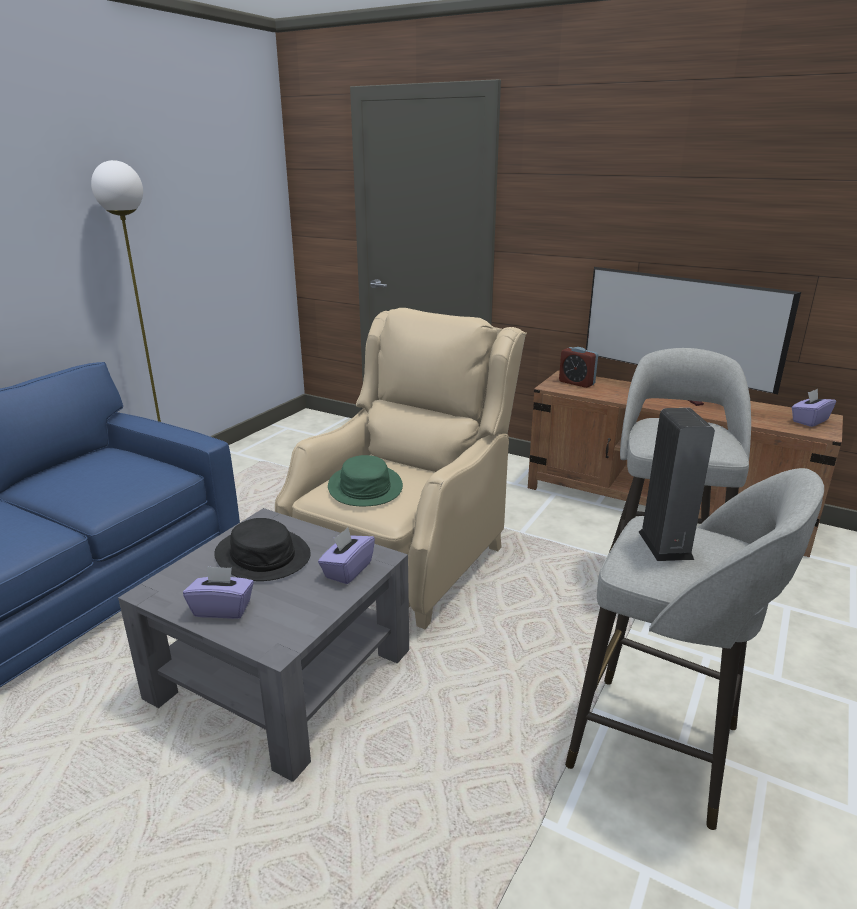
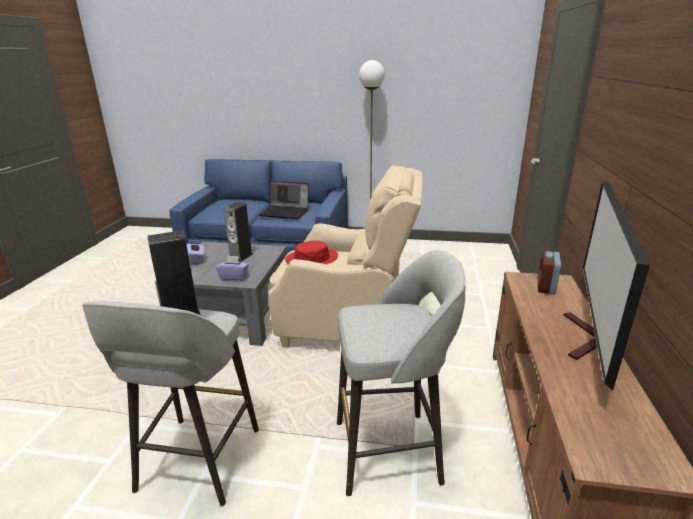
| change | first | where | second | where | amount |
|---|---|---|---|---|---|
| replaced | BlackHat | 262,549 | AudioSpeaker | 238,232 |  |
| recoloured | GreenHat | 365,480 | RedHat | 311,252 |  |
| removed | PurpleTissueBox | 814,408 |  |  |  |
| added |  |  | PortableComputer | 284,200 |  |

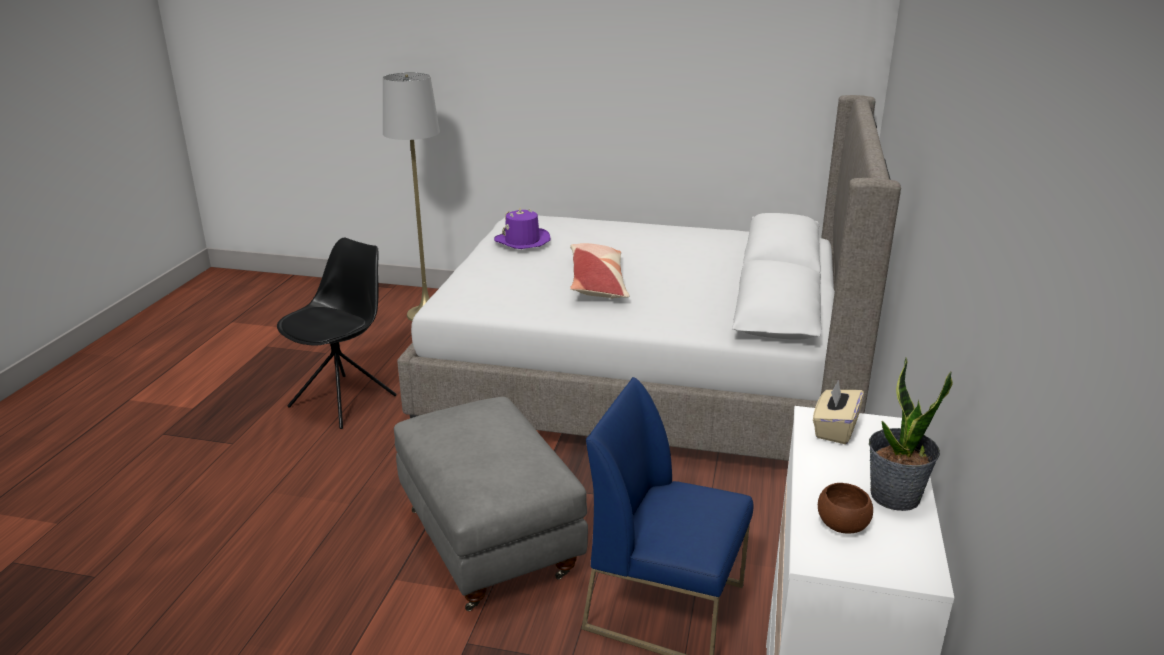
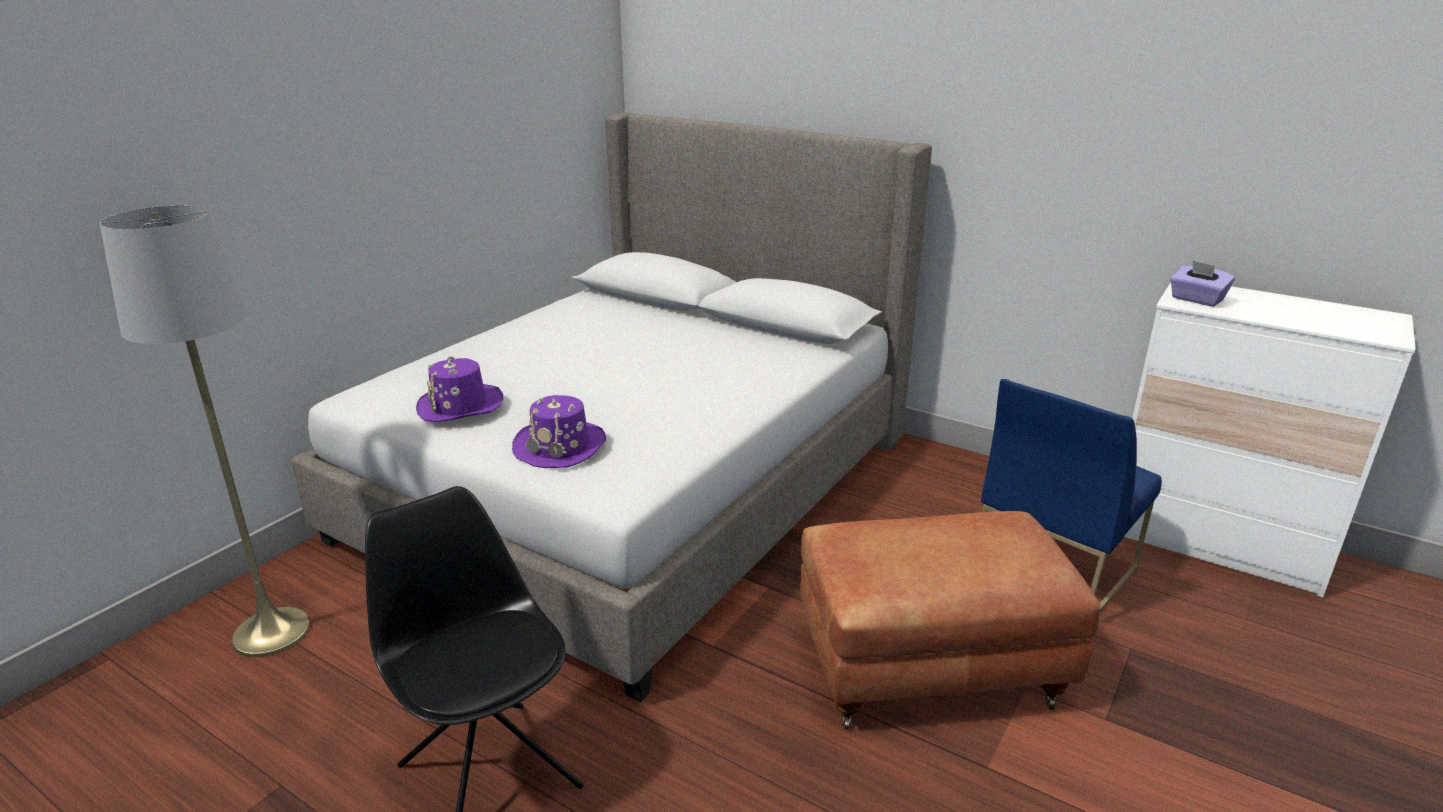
| change | first | where | second | where | amount |
|---|---|---|---|---|---|
| recoloured | GrayFootrest | 491,503 | BrownishFootrest | 950,620 |  |
| removed | ThrowPillow | 599,271 |  |  |  |
| recoloured | BeigeTissueBox | 838,412 | PurpleTissueBox | 1202,284 |  |
| removed | BrownishServingBowl | 845,508 |  |  |  |
| removed | PottedPlant | 911,434 |  |  |  |
| added |  |  | PurpleHat | 559,431 |  |

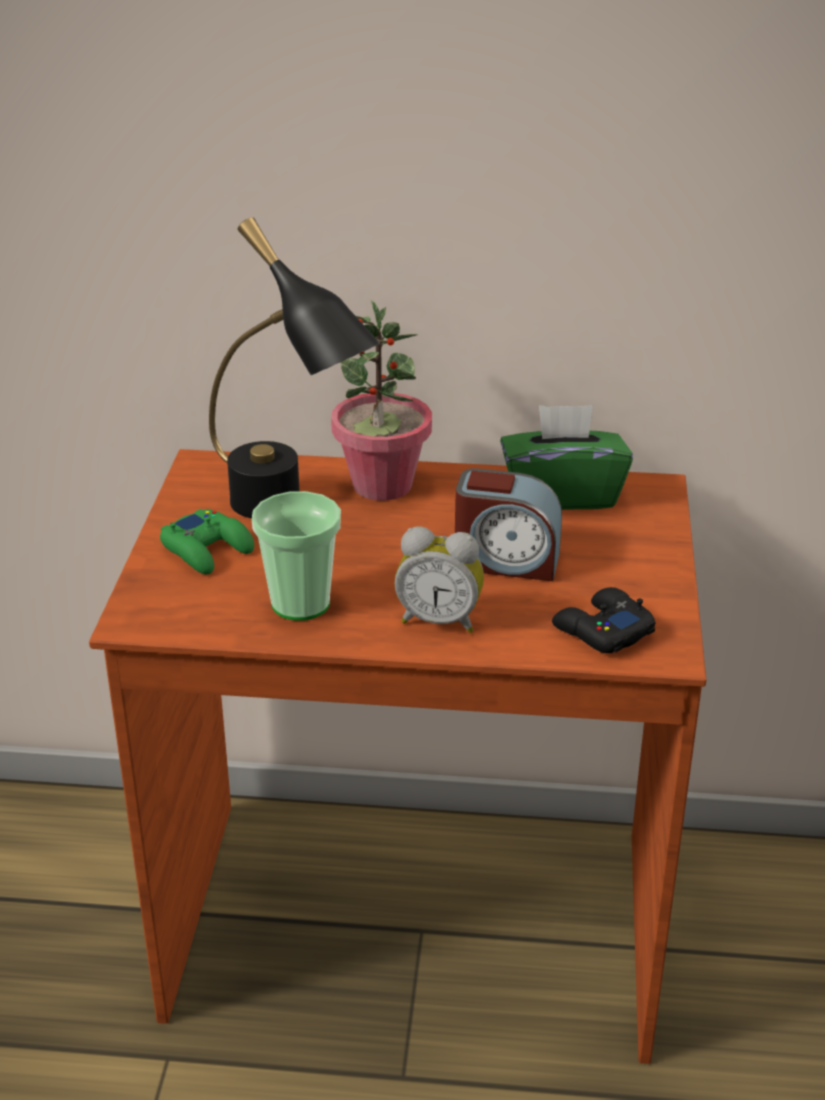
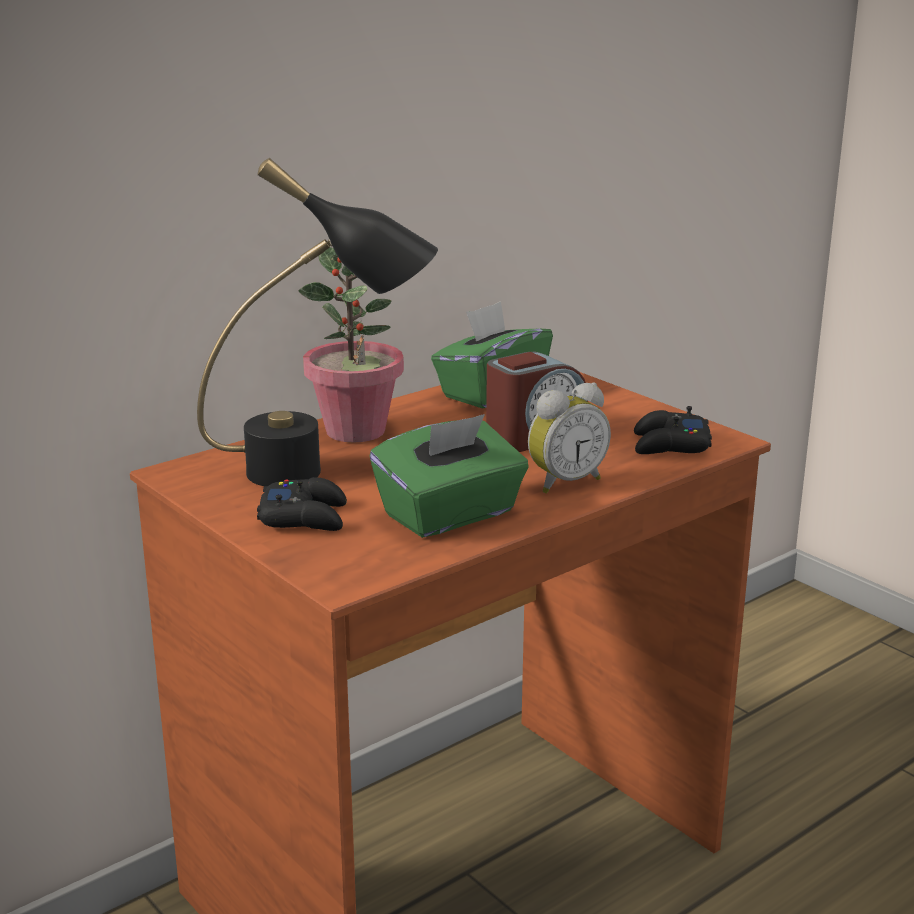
| change | first | where | second | where | amount |
|---|---|---|---|---|---|
| recoloured | GreenJoypad | 207,541 | BlackJoypad | 302,504 |  |
| replaced | Cup | 296,556 | GreenTissueBox | 449,476 |  |

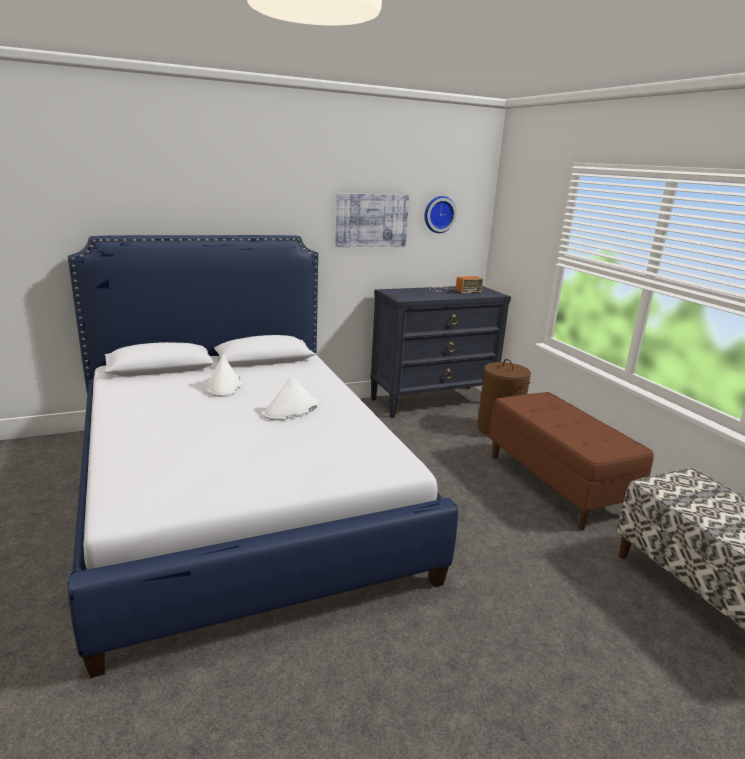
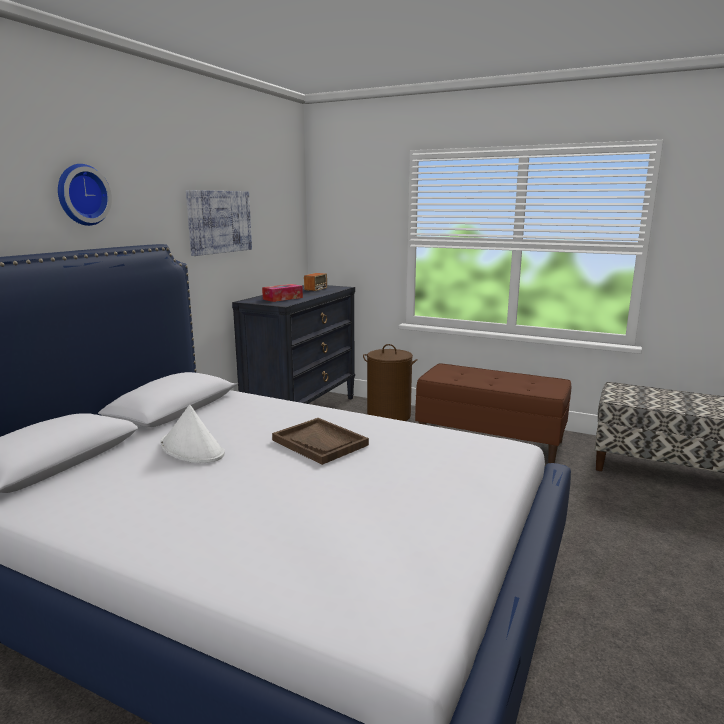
| change | first | where | second | where | amount |
|---|---|---|---|---|---|
| replaced | WhitishHat | 291,398 | BrownishServingTray | 320,441 |  |
| moved | WallClock | 440,214 |  | 85,195 |  |
| added |  |  | TissueBox | 282,293 |  |

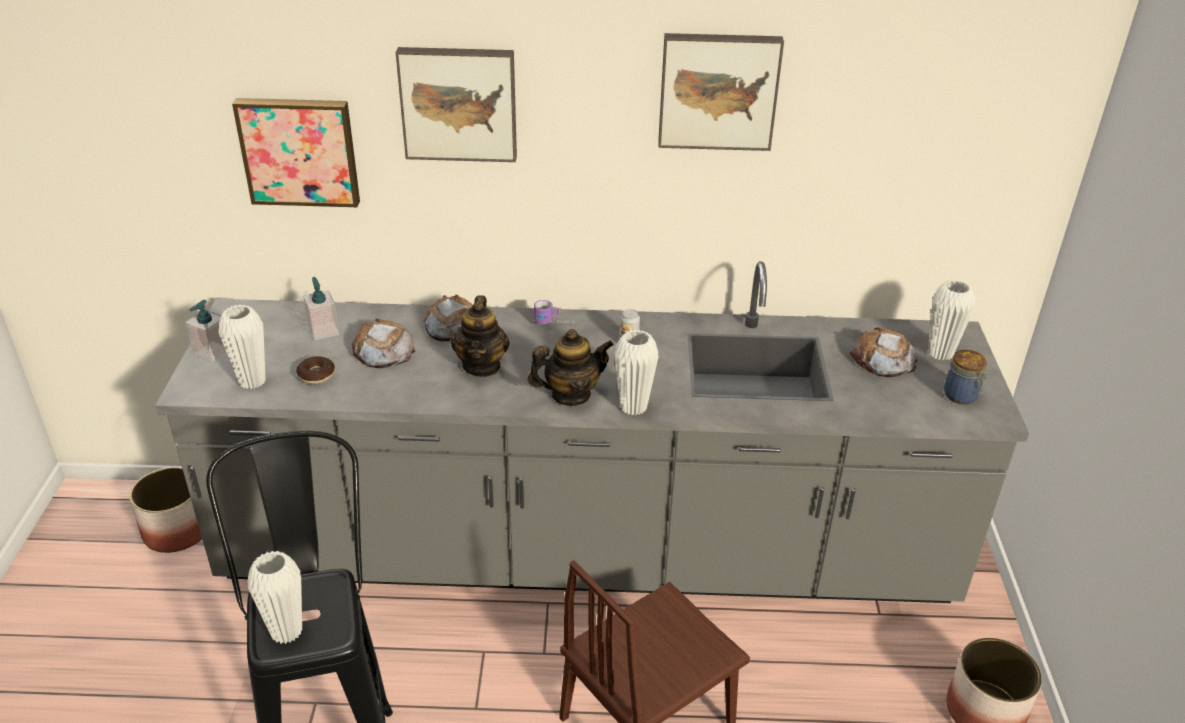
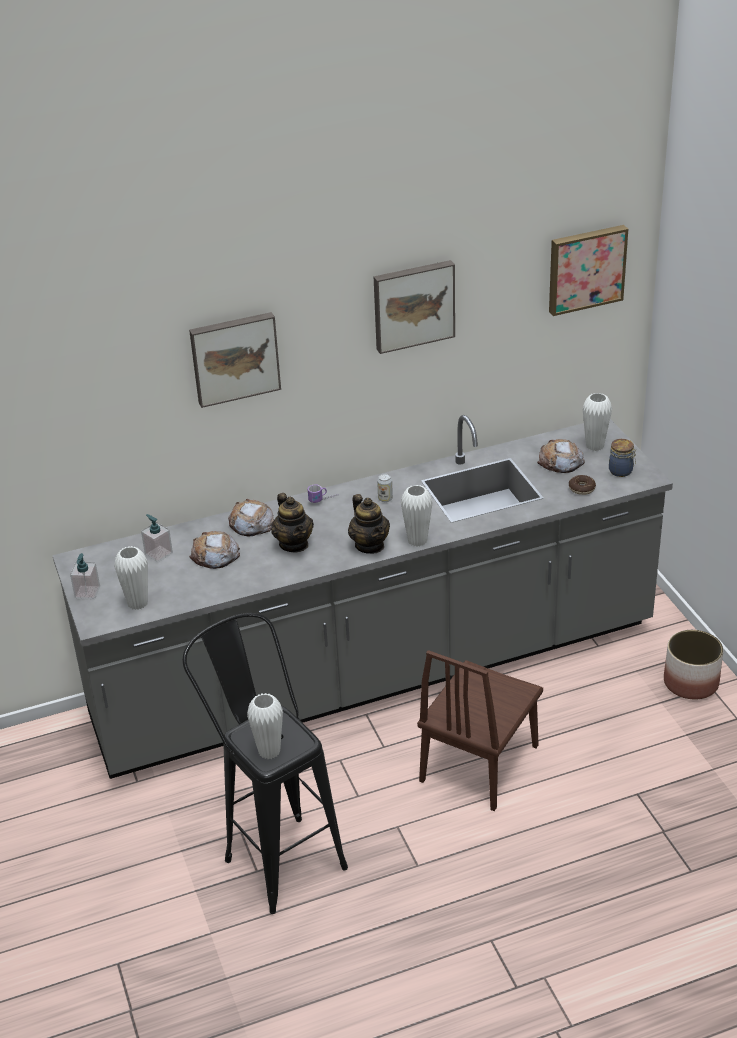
| change | first | where | second | where | amount |
|---|---|---|---|---|---|
| removed | FlowerPot | 165,510 |  |  |  |
| moved | WallPicture | 296,152 |  | 588,270 |  |
| moved | Doughnut | 315,370 |  | 582,485 |  |
| turned | Teapot | 571,367 |  | 369,524 | 105 degrees clockwise |

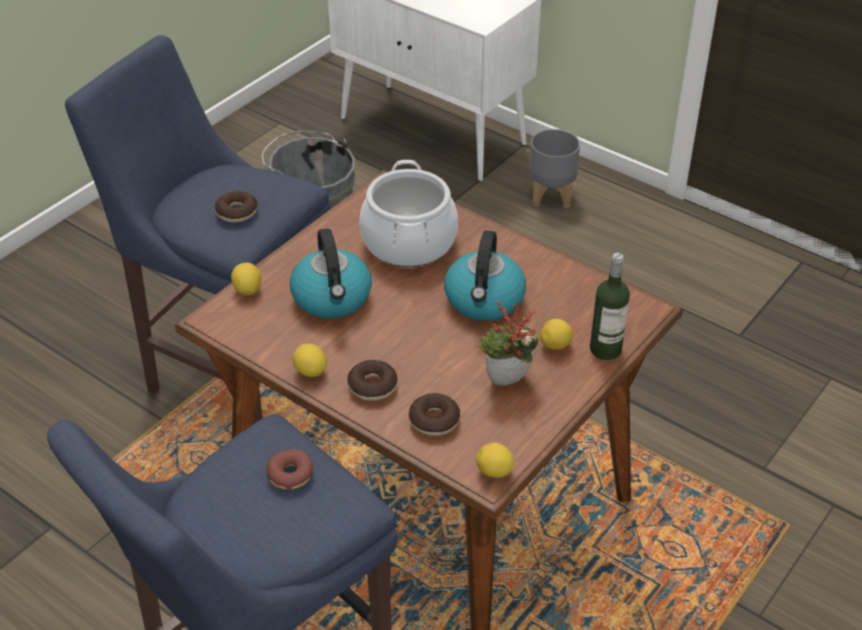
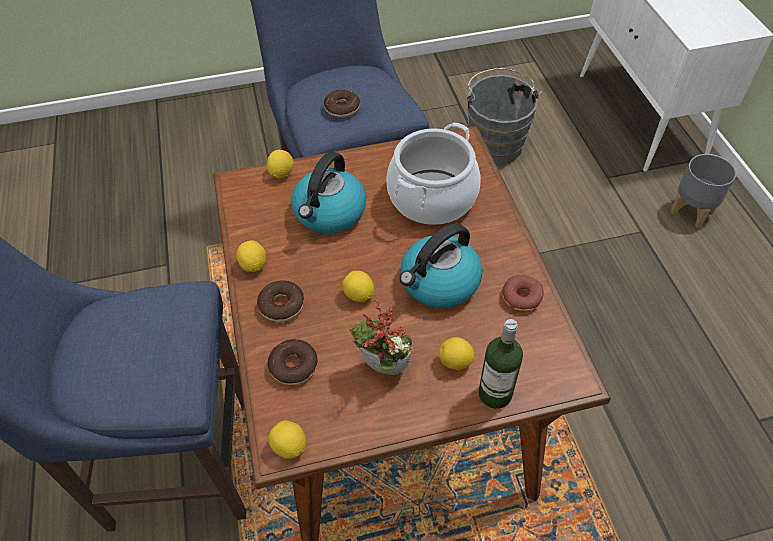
| change | first | where | second | where | amount |
|---|---|---|---|---|---|
| moved | Doughnut | 290,469 |  | 523,293 |  |
| added |  |  | WholeLemon | 358,286 |  |

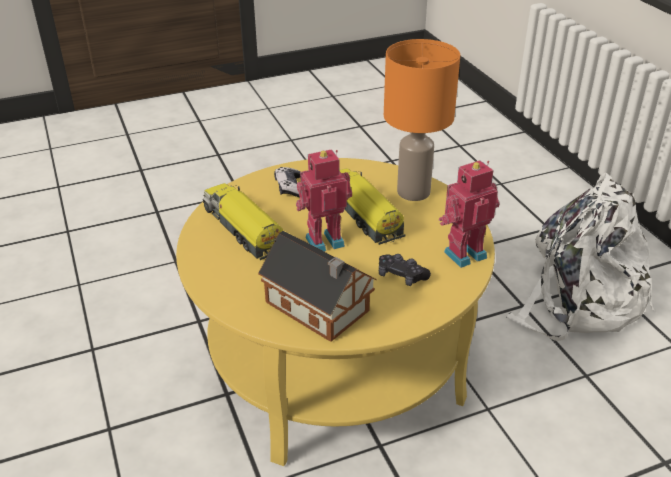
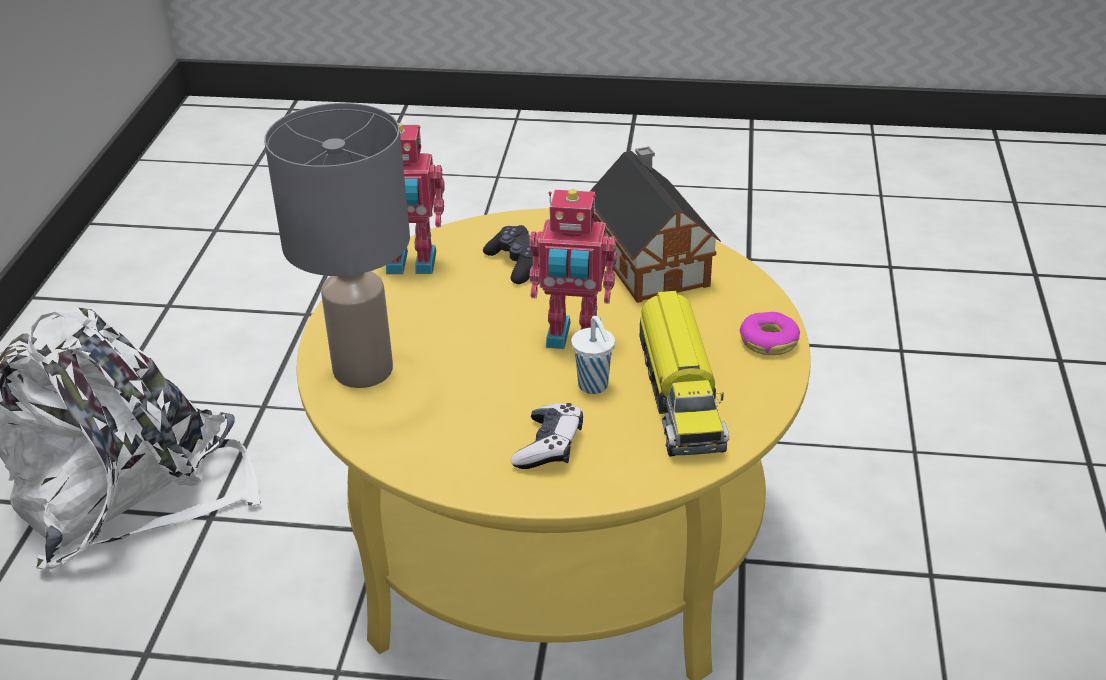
| change | first | where | second | where | amount |
|---|---|---|---|---|---|
| removed | ToyTruck | 373,206 |  |  |  |
| recoloured | OrangeColouredTableLamp | 422,120 | GrayTableLamp | 337,245 |  |
| added |  |  | WhitishCup | 593,355 |  |
| added |  |  | Doughnut | 770,333 |  |

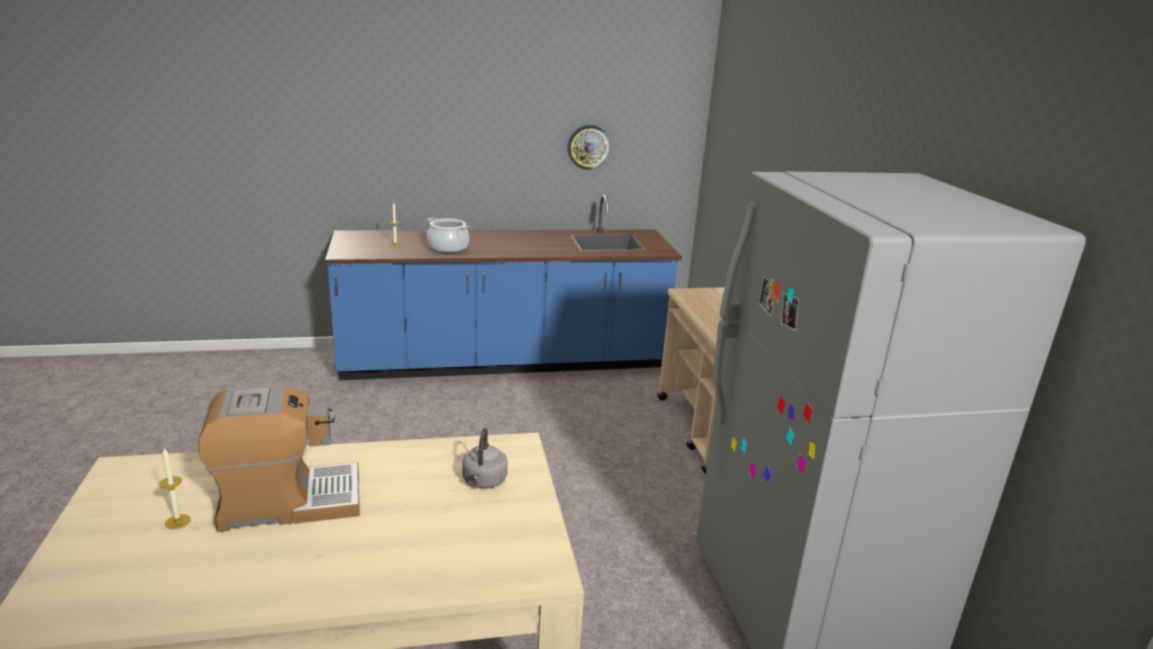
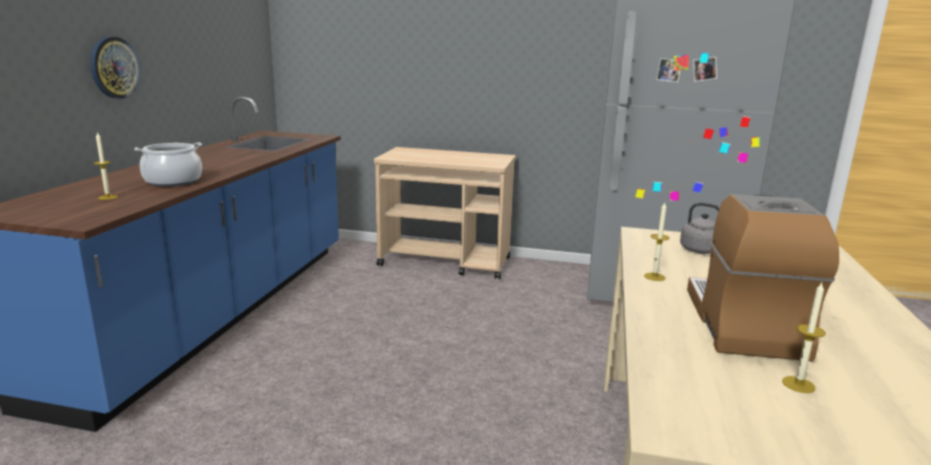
| change | first | where | second | where | amount |
|---|---|---|---|---|---|
| moved | WallClock | 589,147 |  | 115,68 |  |
| added |  |  | WaxCandle | 657,242 |  |

